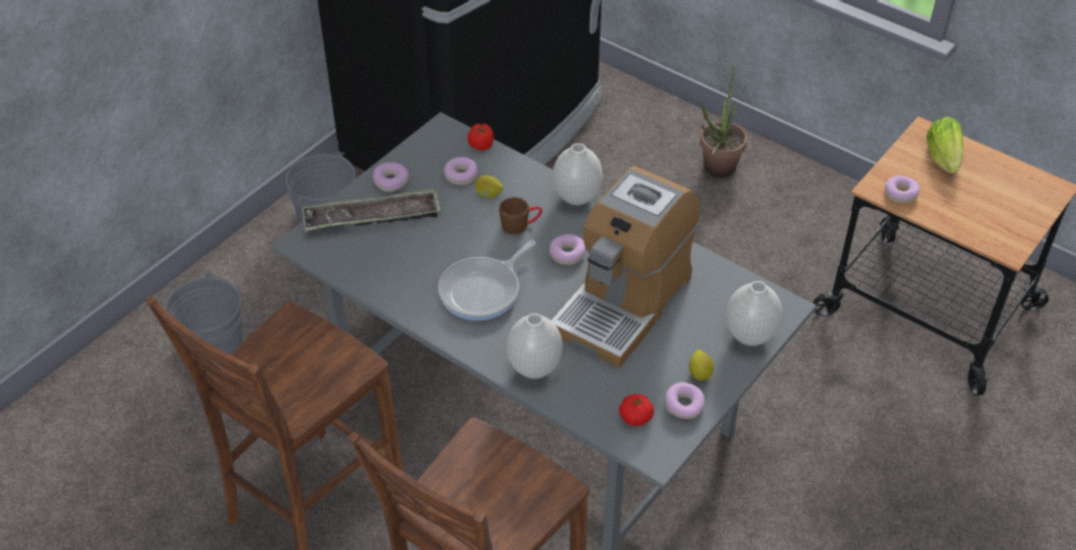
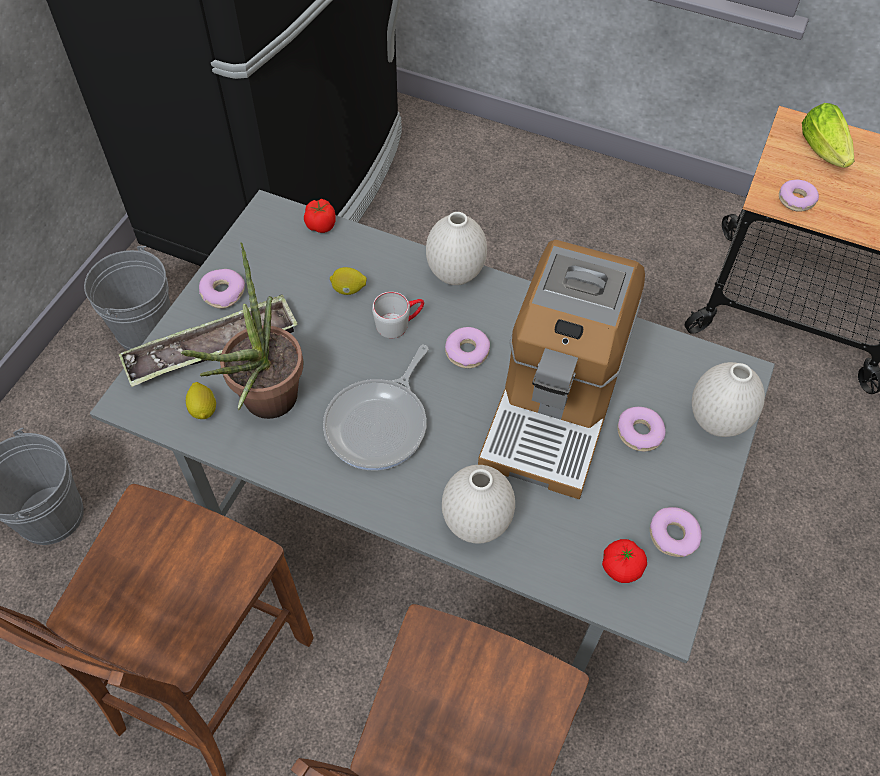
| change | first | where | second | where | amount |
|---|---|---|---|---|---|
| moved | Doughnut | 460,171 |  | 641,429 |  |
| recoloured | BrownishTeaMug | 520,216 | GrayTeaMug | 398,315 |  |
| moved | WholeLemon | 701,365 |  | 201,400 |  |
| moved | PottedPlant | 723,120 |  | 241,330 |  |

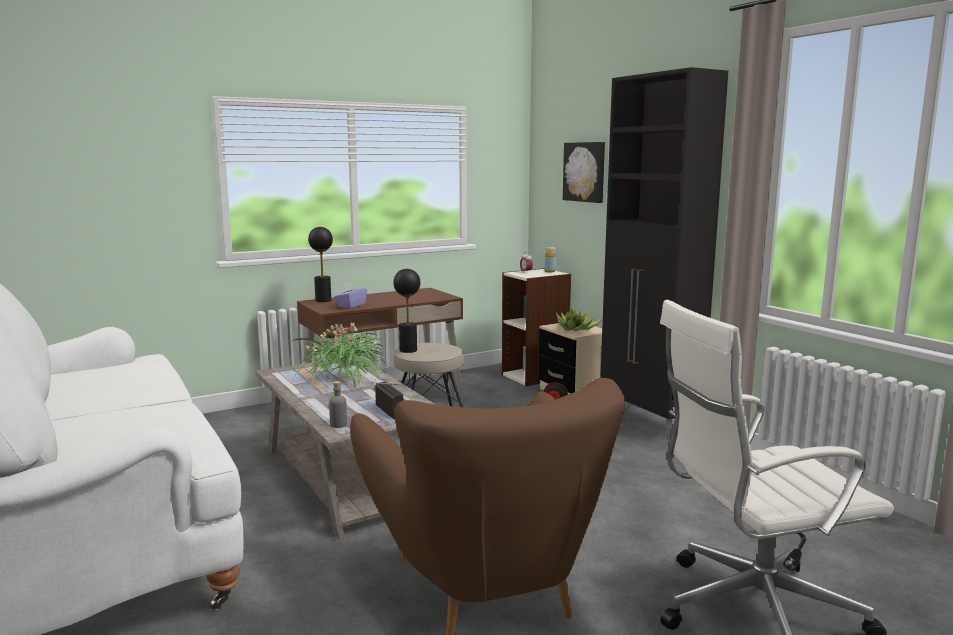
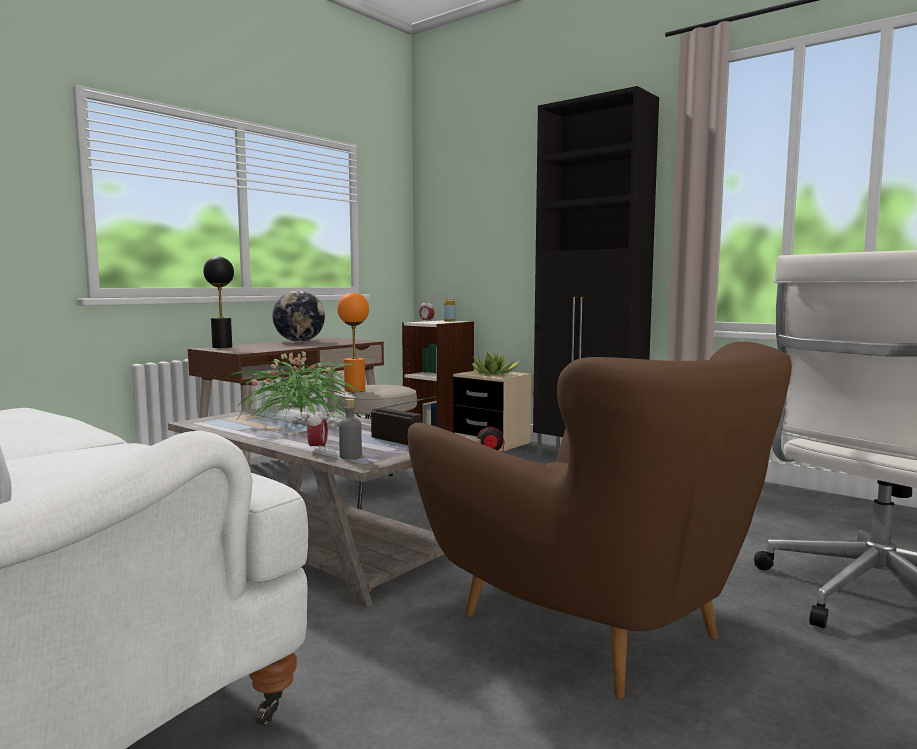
| change | first | where | second | where | amount |
|---|---|---|---|---|---|
| removed | PurpleTissueBox | 350,295 |  |  |  |
| recoloured | BlackTableLamp | 406,311 | OrangeColouredTableLamp | 353,342 |  |
| removed | WallPicture | 584,172 |  |  |  |
| added |  |  | DeskGlobe | 299,316 |  |
| added |  |  | TableClock | 317,430 |  |

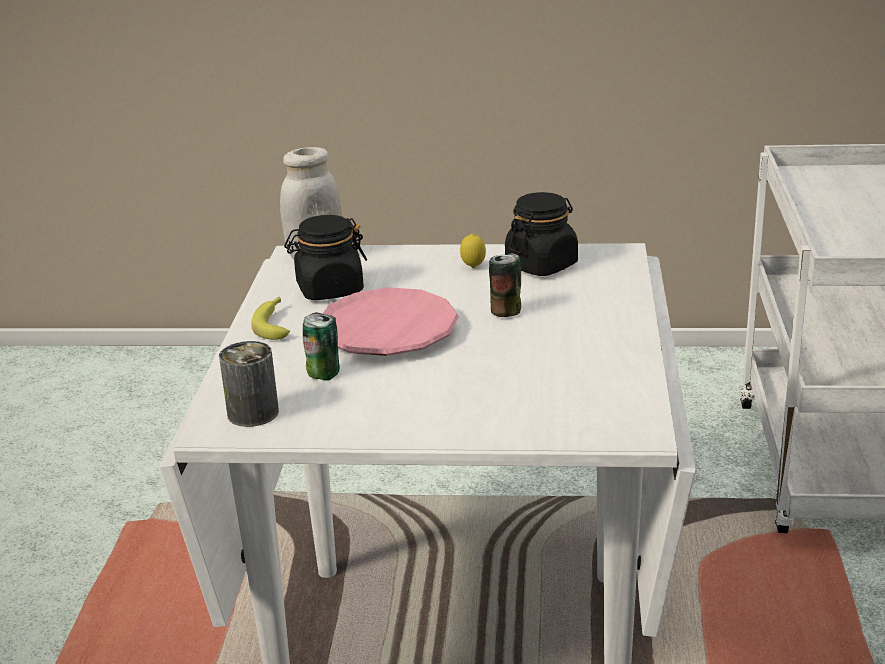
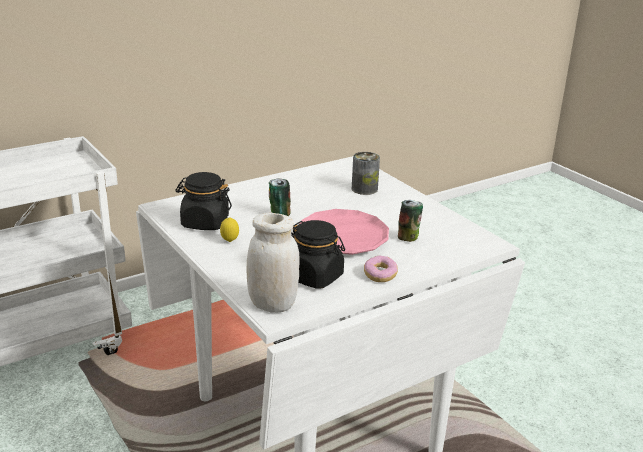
| change | first | where | second | where | amount |
|---|---|---|---|---|---|
| moved | SealedCan | 249,384 |  | 366,173 |  |
| replaced | BananaFruit | 270,318 | Doughnut | 381,269 |  |

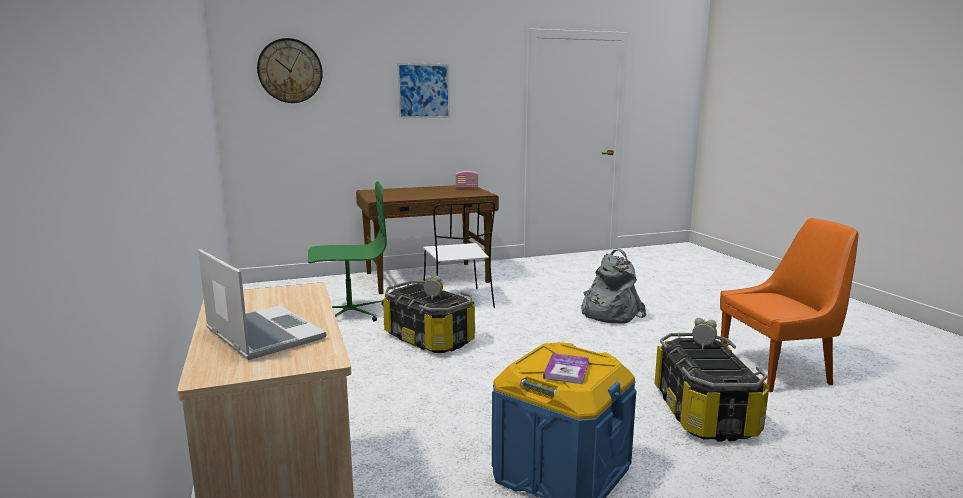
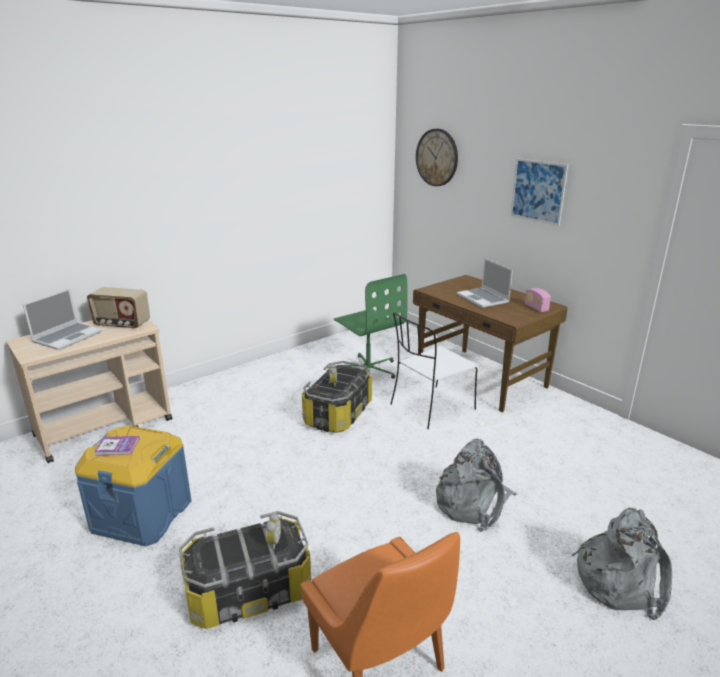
| change | first | where | second | where | amount |
|---|---|---|---|---|---|
| added |  |  | RadioReceiver | 118,308 |  |
| added |  |  | PortableComputer | 485,283 |  |
| added |  |  | GrayKnapsack | 622,564 |  |

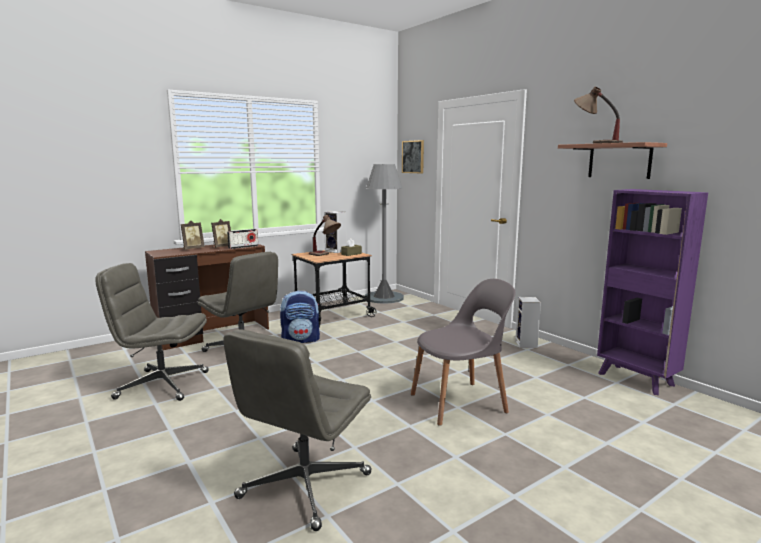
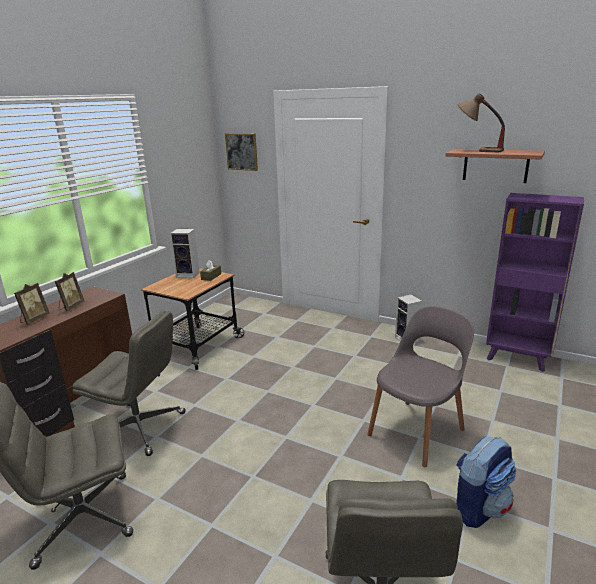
| change | first | where | second | where | amount |
|---|---|---|---|---|---|
| removed | RadioReceiver | 242,239 |  |  |  |
| moved | Knapsack | 300,317 |  | 486,482 |  |
| removed | TableLamp | 325,235 |  |  |  |
| removed | GrayStandardLamp | 384,234 |  |  |  |

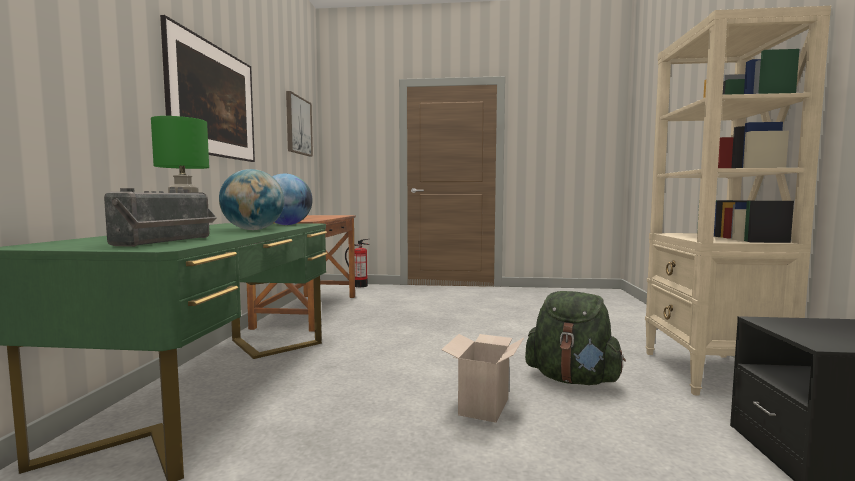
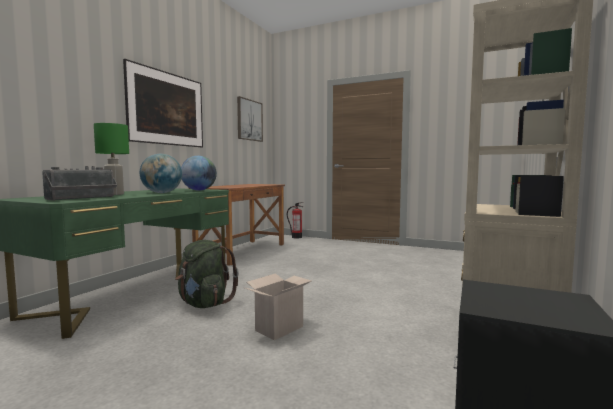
| change | first | where | second | where | amount |
|---|---|---|---|---|---|
| moved | GreenKnapsack | 575,338 |  | 207,274 |  |

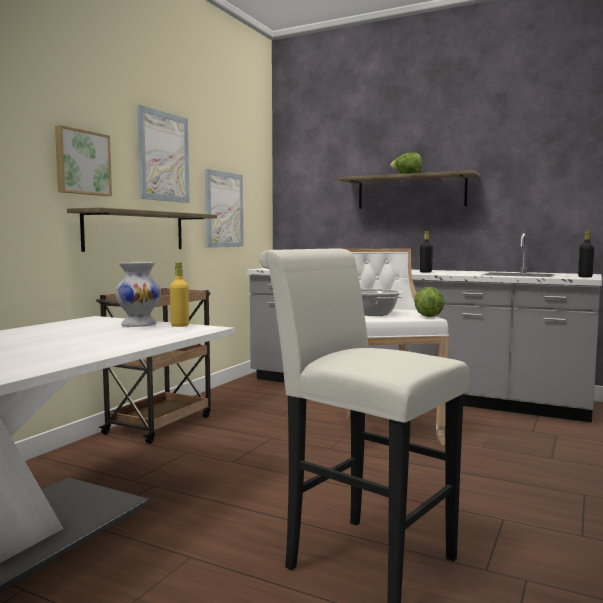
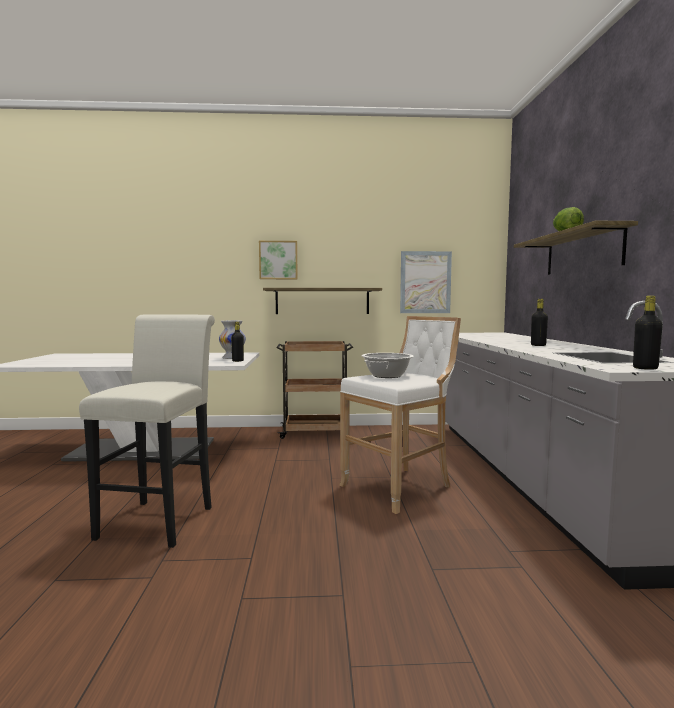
| change | first | where | second | where | amount |
|---|---|---|---|---|---|
| removed | WallPicture | 163,154 |  |  |  |
| recoloured | YellowColouredBeverageBottle | 179,294 | BlackBeverageBottle | 237,342 |  |
| removed | LettuceHead | 429,302 |  |  |  |

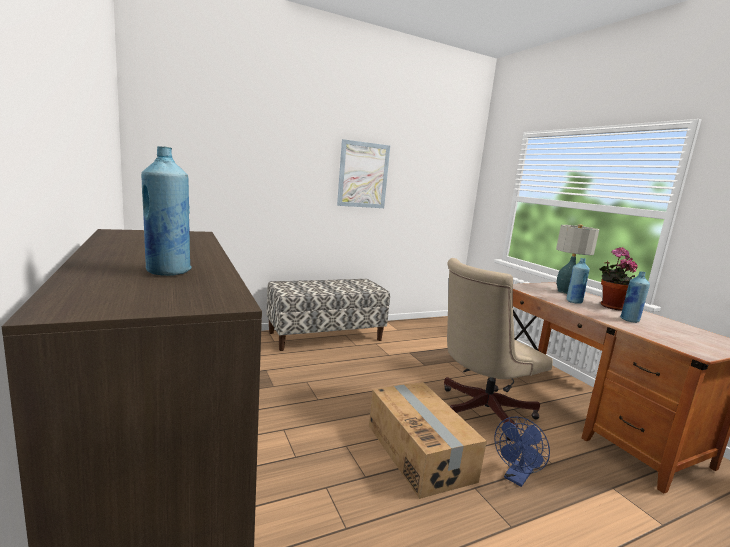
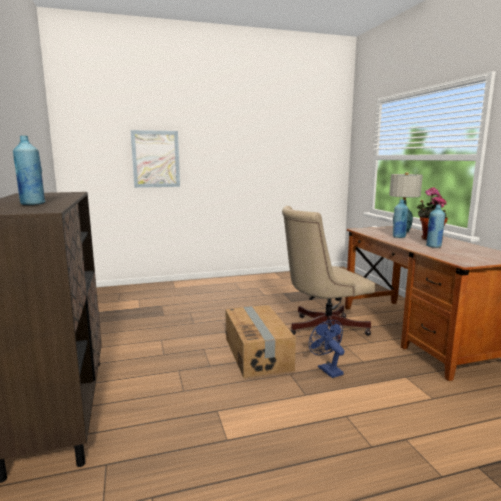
| change | first | where | second | where | amount |
|---|---|---|---|---|---|
| removed | LongSeat | 328,315 |  |  |  |
| moved | WallPicture | 363,173 |  | 155,159 |  |
| turned | BluishElectricFan | 522,451 |  | 327,349 | 105 degrees clockwise |

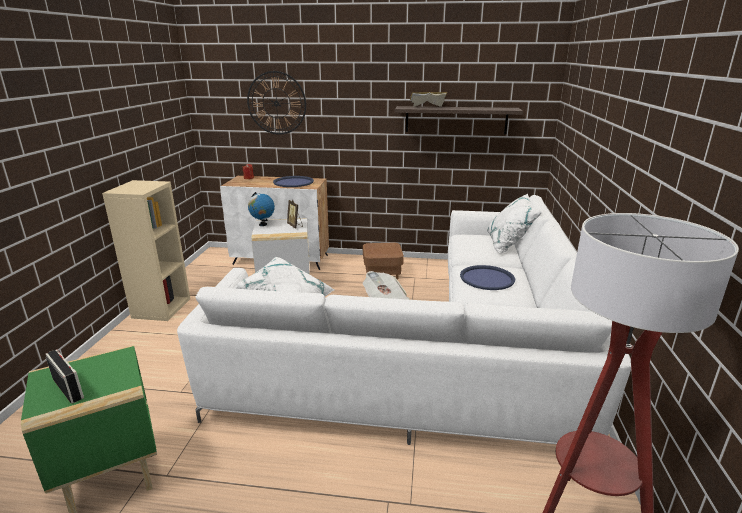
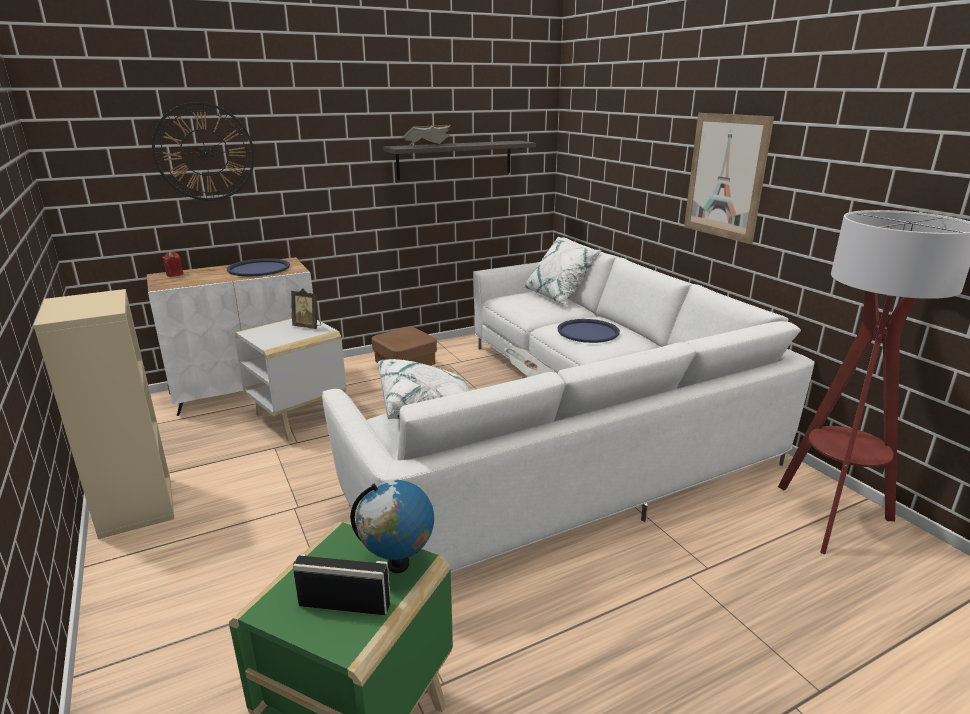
| change | first | where | second | where | amount |
|---|---|---|---|---|---|
| moved | DeskGlobe | 261,209 |  | 392,526 |  |
| added |  |  | WallPicture | 729,178 |  |

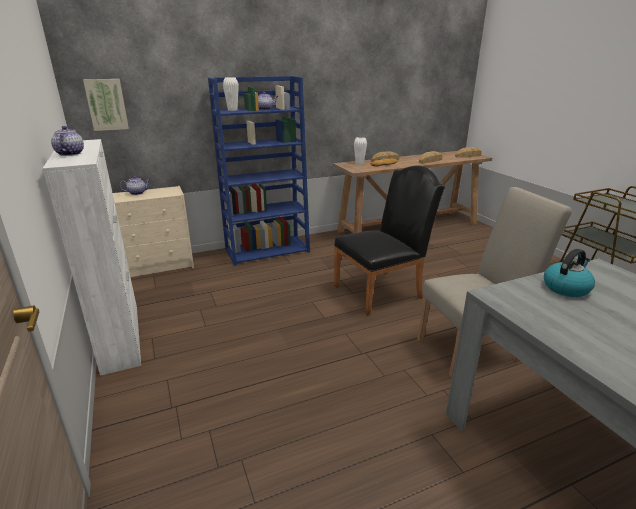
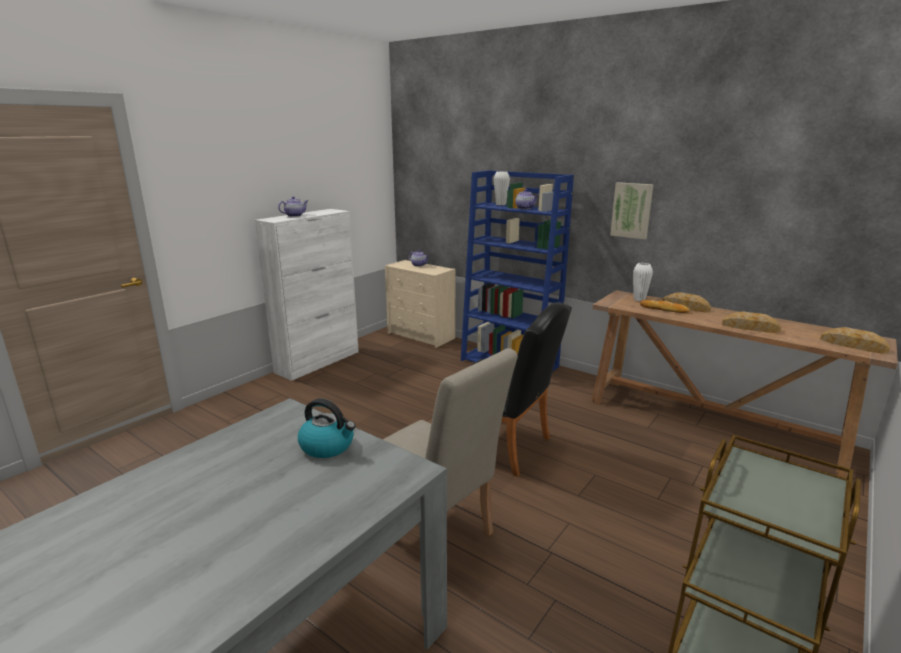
| change | first | where | second | where | amount |
|---|---|---|---|---|---|
| moved | WallPicture | 106,105 |  | 632,210 |  |

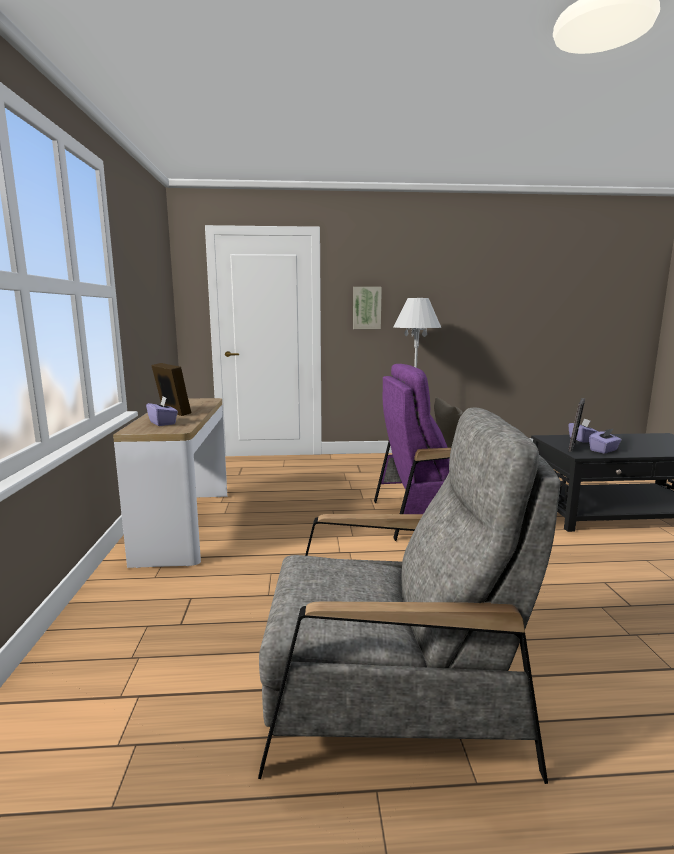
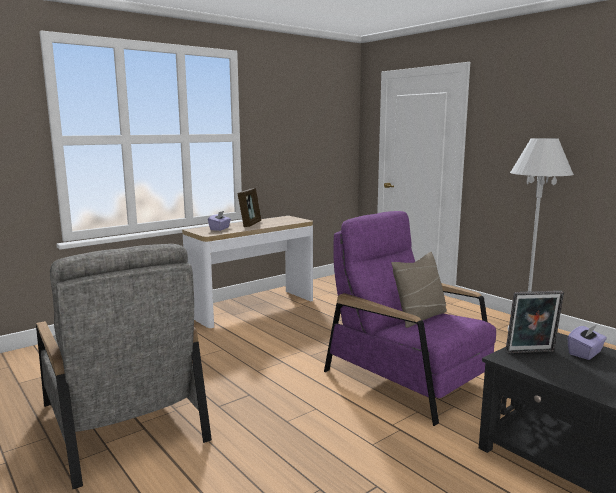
| change | first | where | second | where | amount |
|---|---|---|---|---|---|
| removed | WallPicture | 367,308 |  |  |  |
| removed | PurpleTissueBox | 605,440 |  |  |  |

